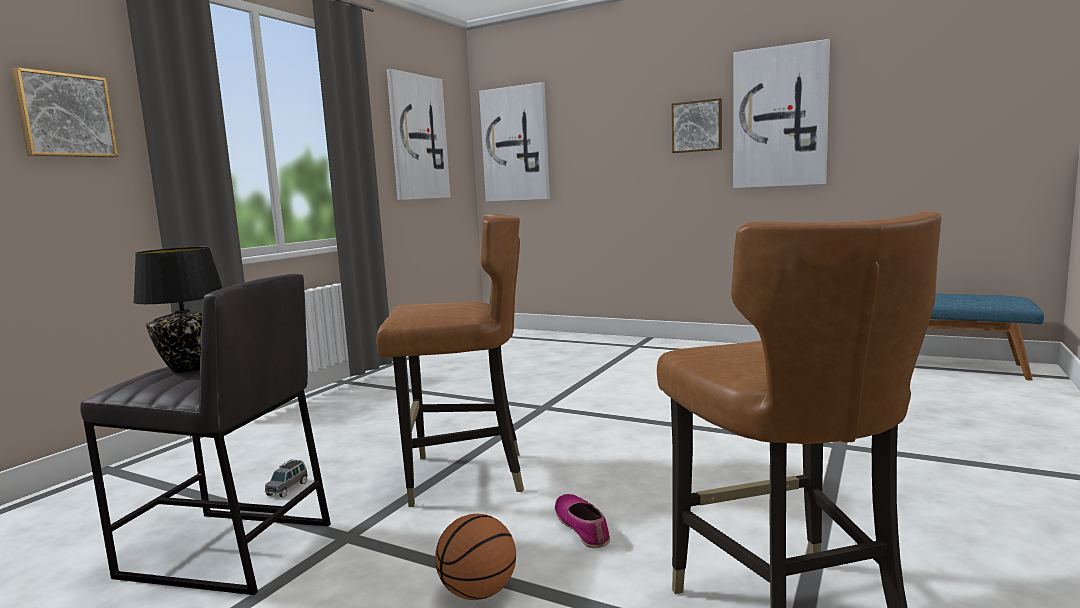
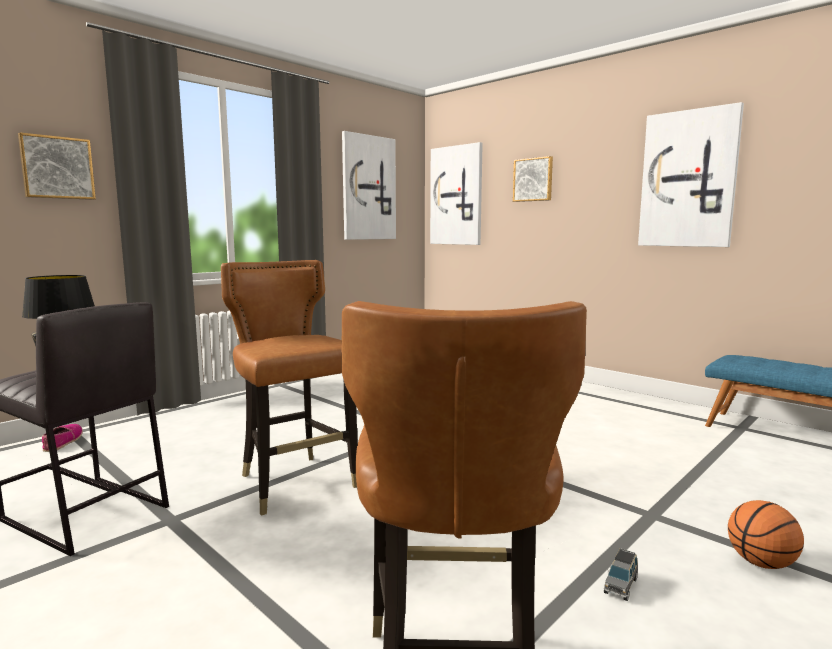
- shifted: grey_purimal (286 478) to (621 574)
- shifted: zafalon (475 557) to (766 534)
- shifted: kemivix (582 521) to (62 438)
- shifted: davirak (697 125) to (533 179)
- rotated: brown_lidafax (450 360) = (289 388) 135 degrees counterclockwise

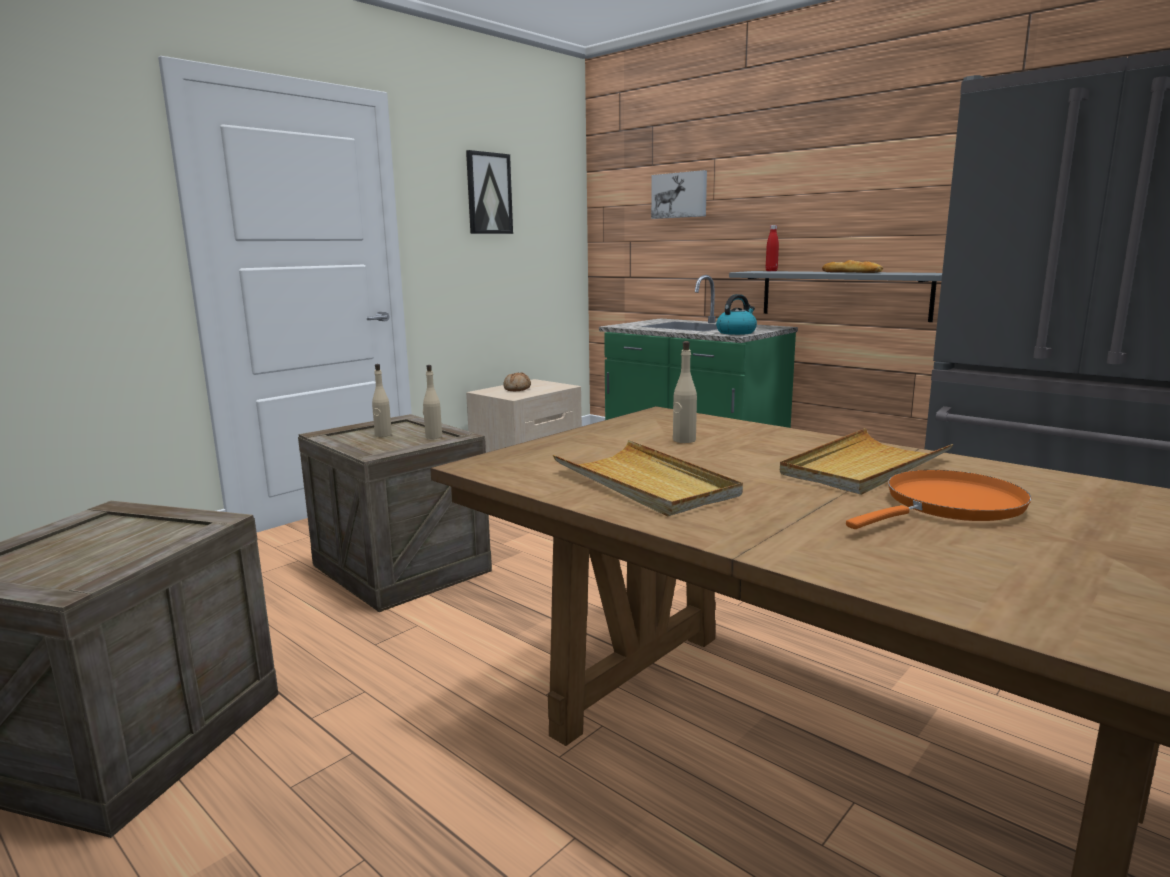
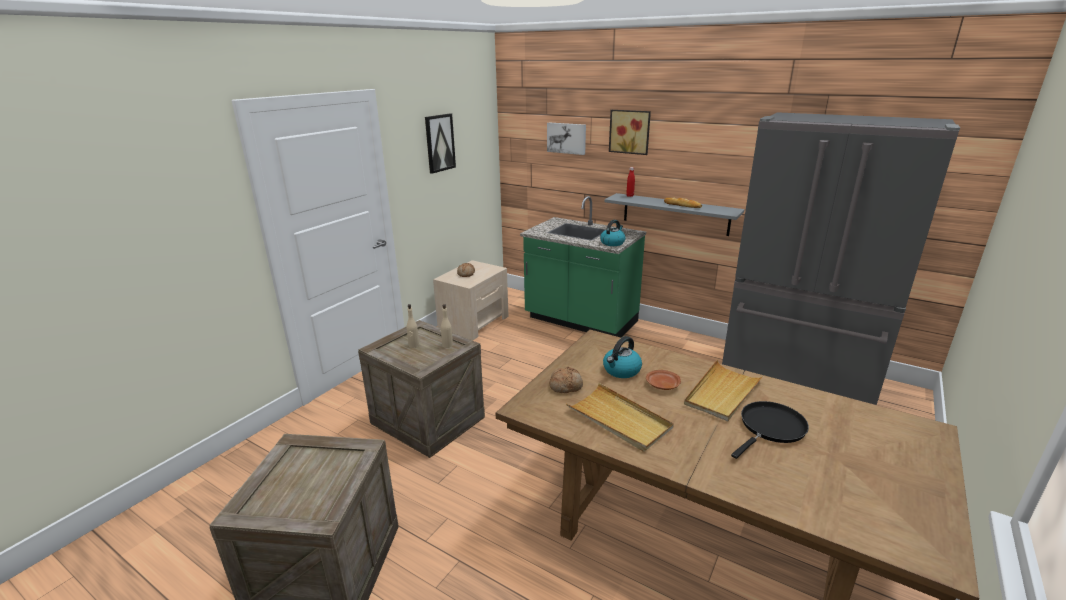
- new: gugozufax (566 380)
- new: davirak (630 132)
- new: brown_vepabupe (663 380)
- swapped: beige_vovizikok (685 392) to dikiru (622 357)
- repainted: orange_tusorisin (939 499) to black_tusorisin (770 430)

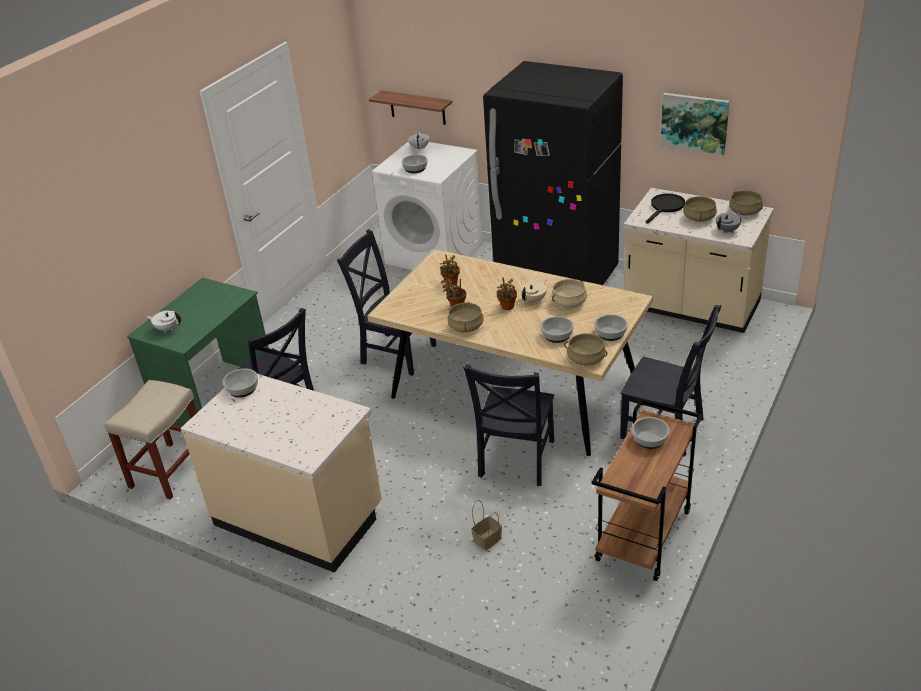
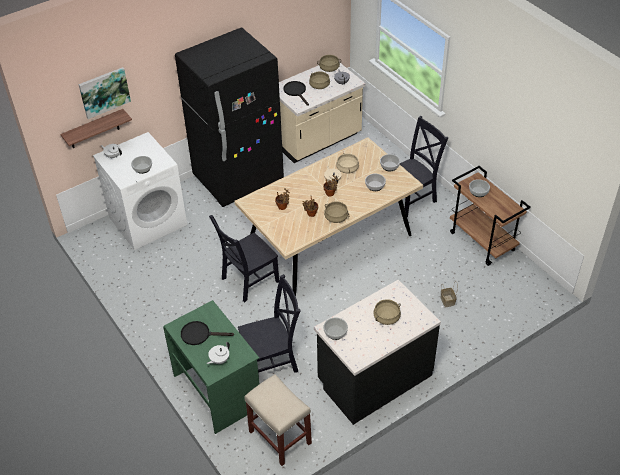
- gone: black_lidafax (508 425)
- new: black_tusorisin (207 333)
- shifted: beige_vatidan (585 349) to (387 312)
- shifted: davirak (695 124) to (104 93)
- repainted: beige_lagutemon (281 473) to black_lagutemon (377 352)

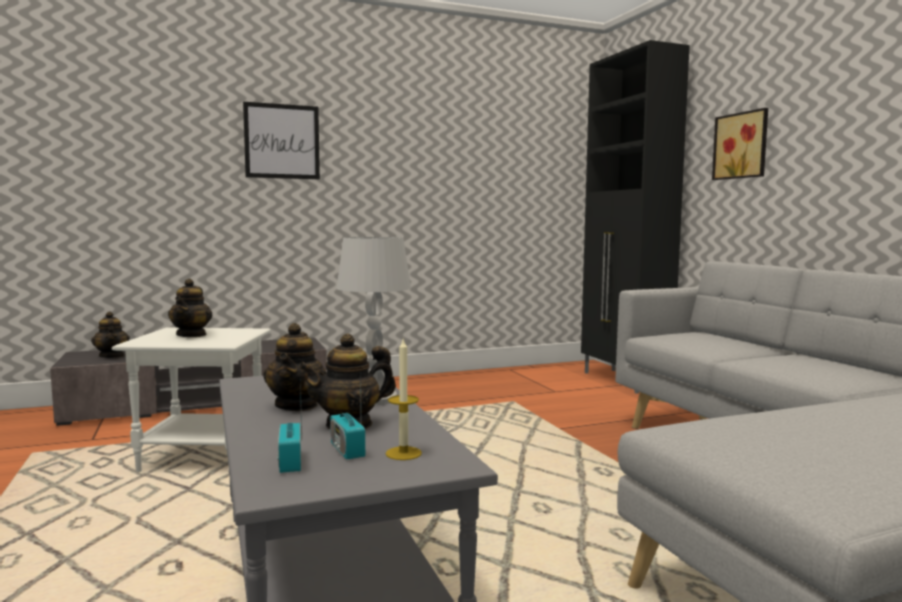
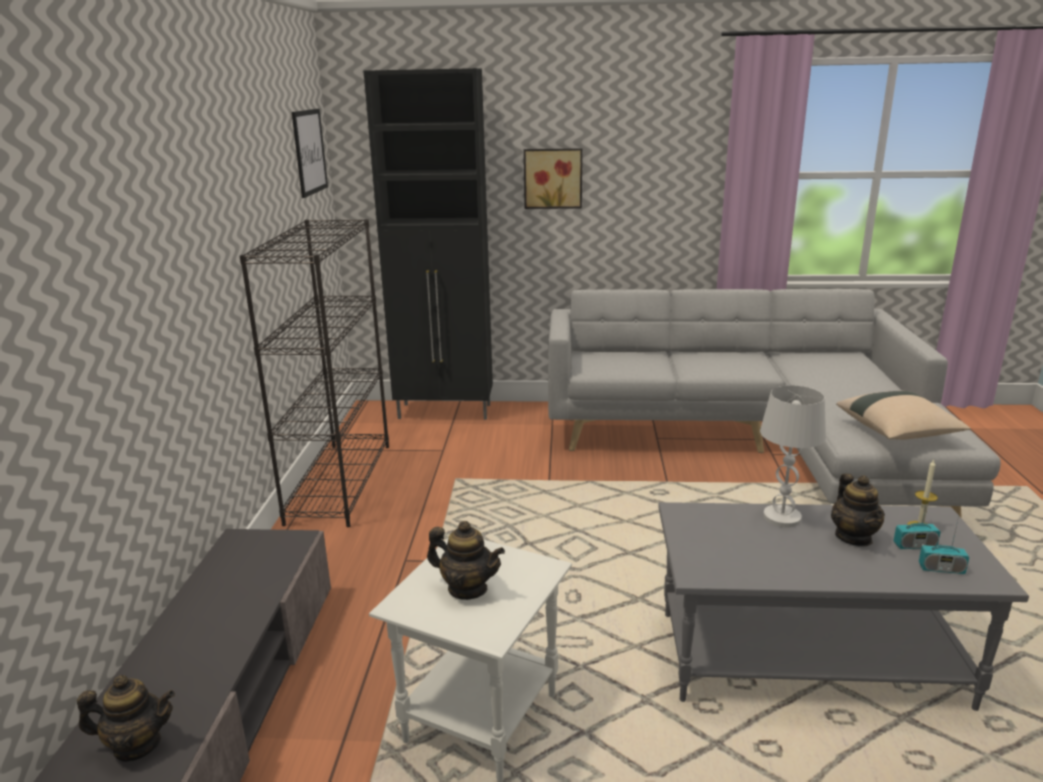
- gone: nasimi (295 367)
- new: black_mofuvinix (314 373)
- new: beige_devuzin (903 415)
- shifted: davirak (281 140) to (310 153)

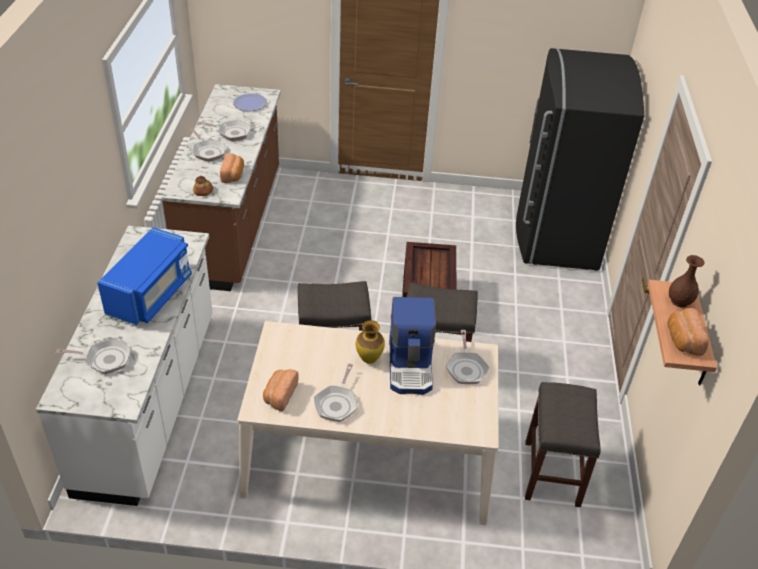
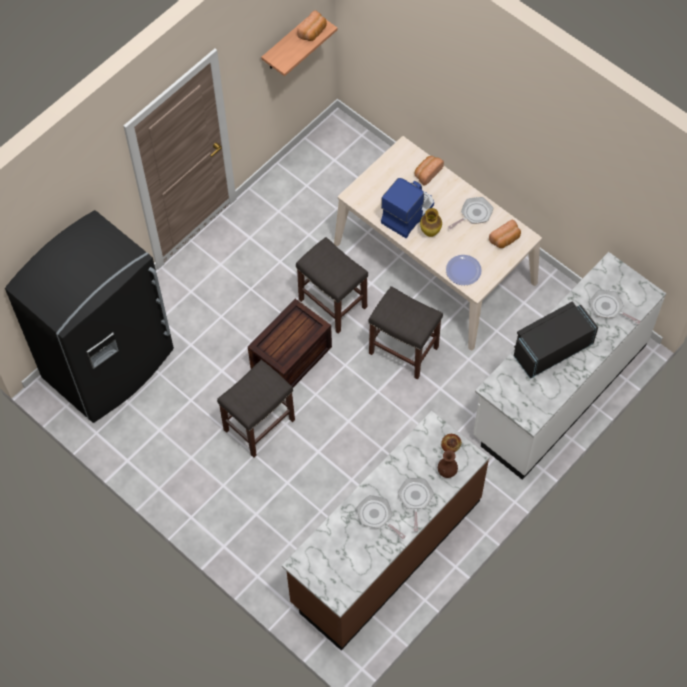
- gone: tusorisin (467 357)
- shifted: gugozufax (232 168) to (429 171)
- shifted: vepabupe (250 102) to (464 270)
- shifted: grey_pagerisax (563 444) to (256 408)
- shifted: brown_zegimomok (686 281) to (448 464)
- repainted: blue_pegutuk (144 276) to black_pegutuk (556 340)

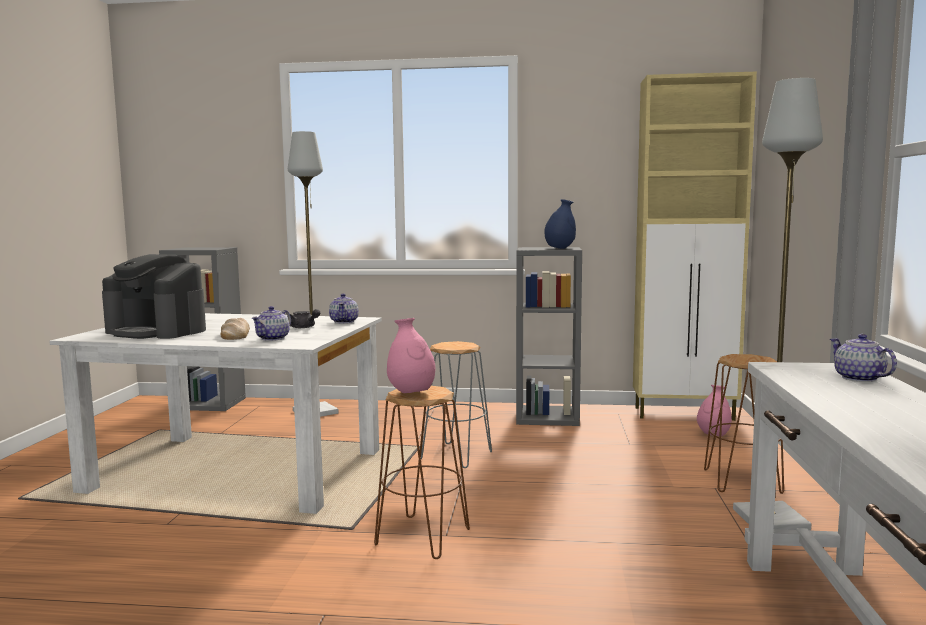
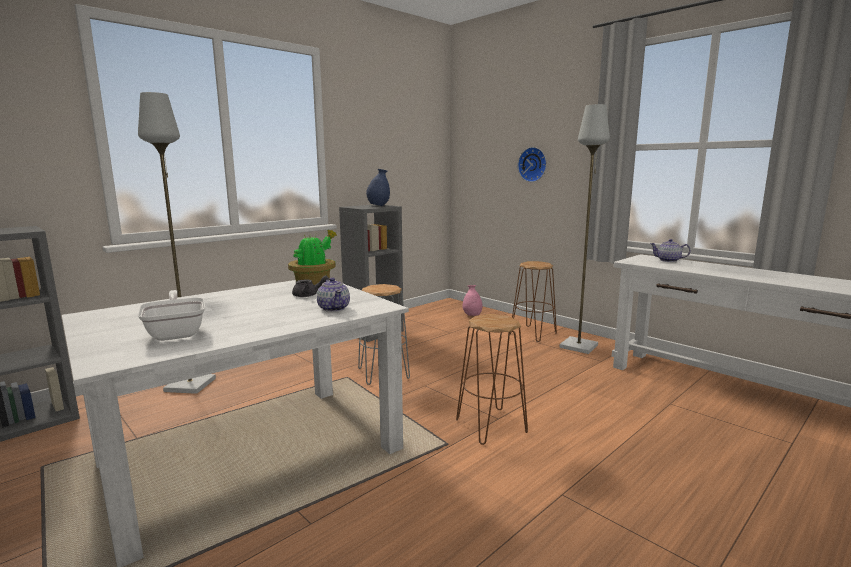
- gone: gugozufax (235 329)
- gone: pink_zegimomok (411 355)
- gone: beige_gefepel (695 246)
- new: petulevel (532 164)
- swapped: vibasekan (154 296) to tusorisin (171 315)
- swapped: nasimi (344 308) to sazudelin (312 258)

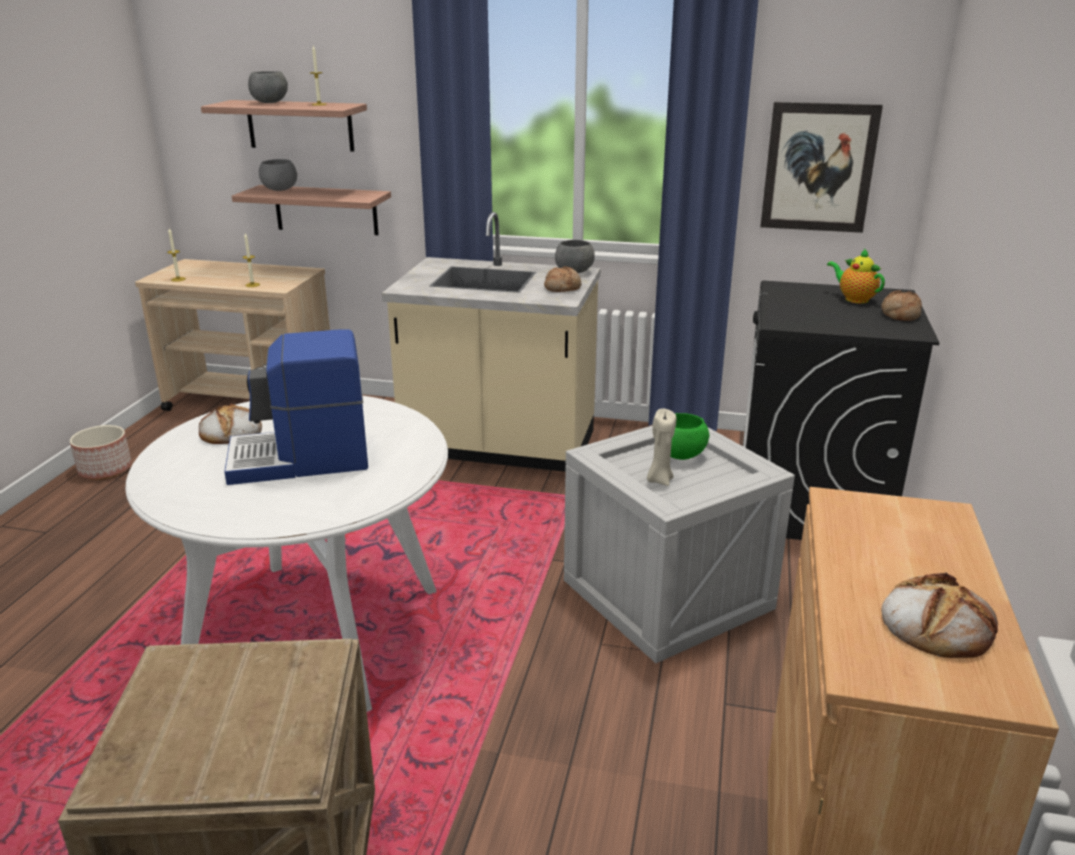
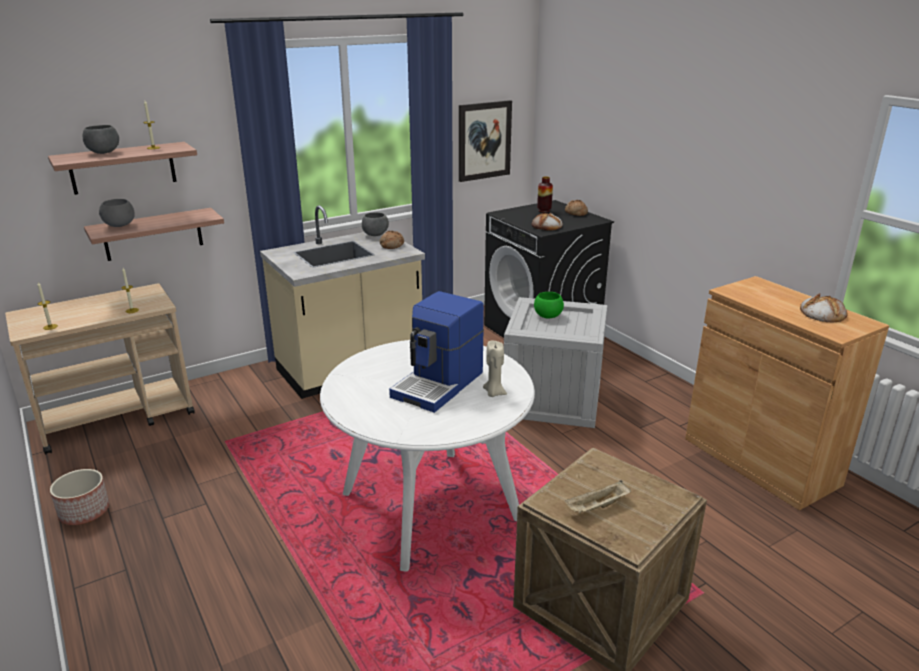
- new: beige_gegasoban (598 497)
- shifted: gugozufax (230 423) to (547 222)
- shifted: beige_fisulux (661 447) to (495 369)
- swapped: nasimi (856 275) to zegimomok (545 195)

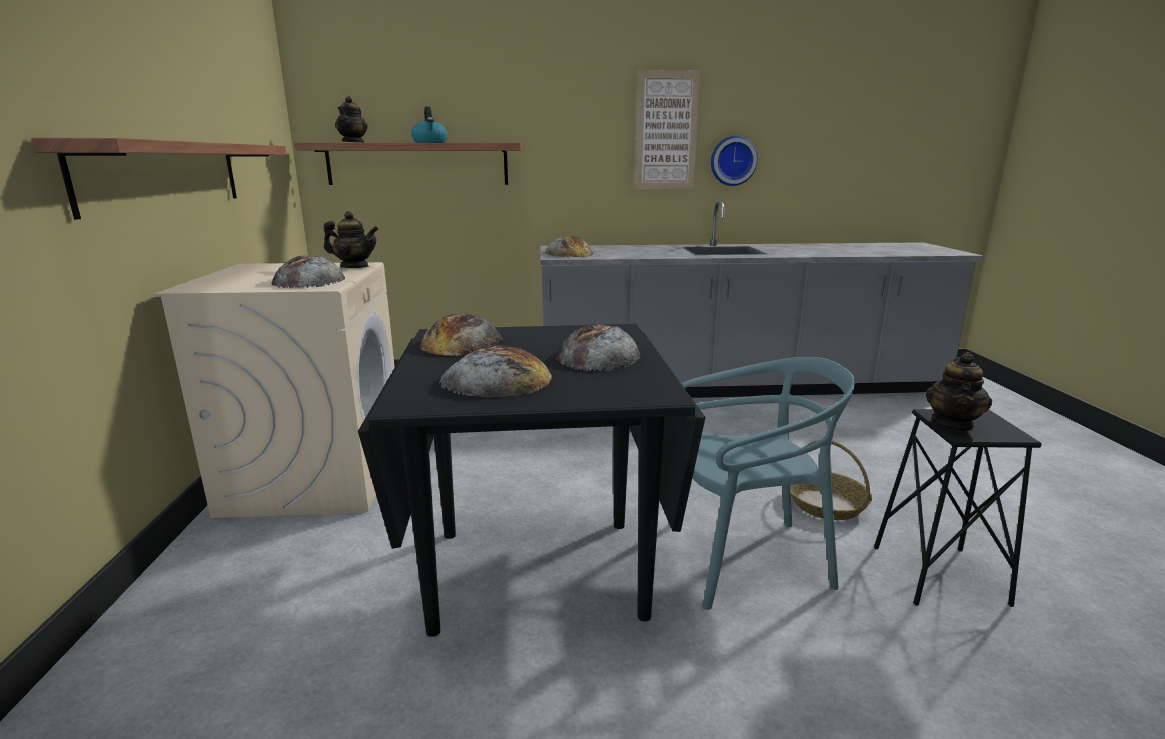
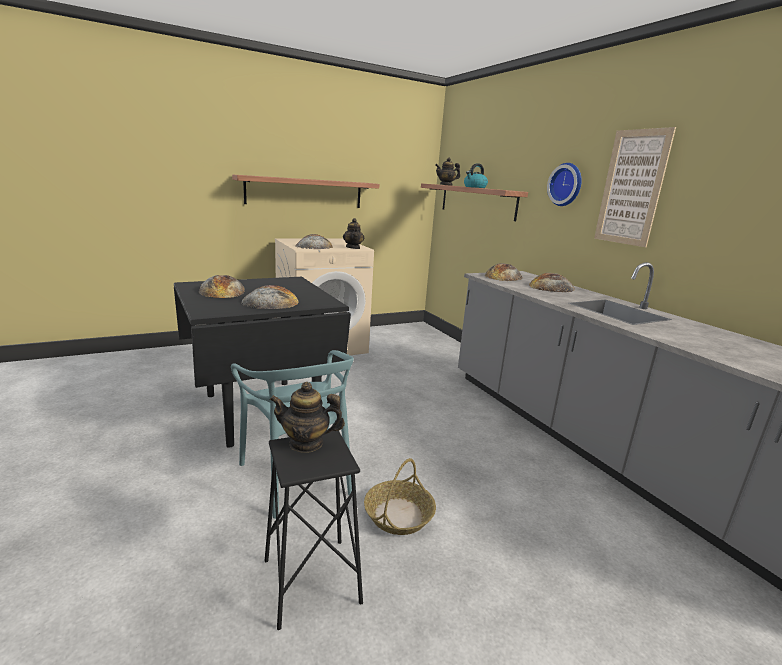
- shifted: gugozufax (461 334) to (552 282)
- shifted: petulevel (734 161) to (564 184)

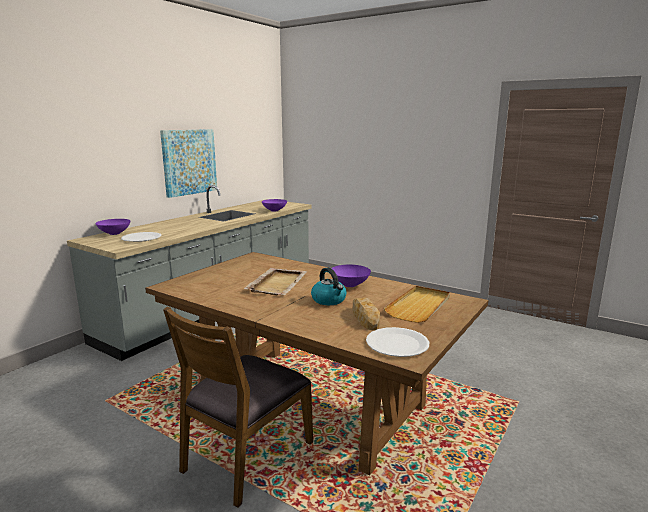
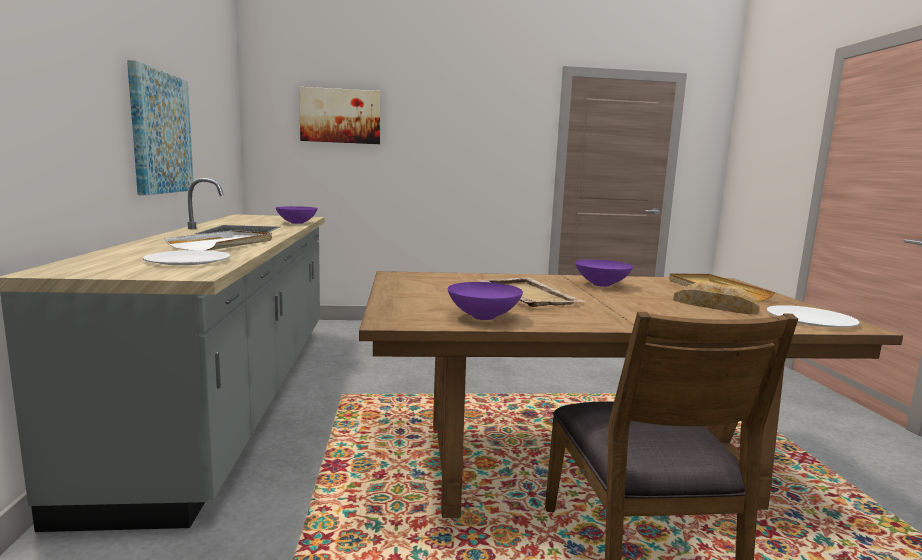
- gone: dikiru (329 286)
- new: white_gegasoban (218 240)
- new: davirak (339 115)
- shifted: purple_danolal (113 227) to (485 301)

